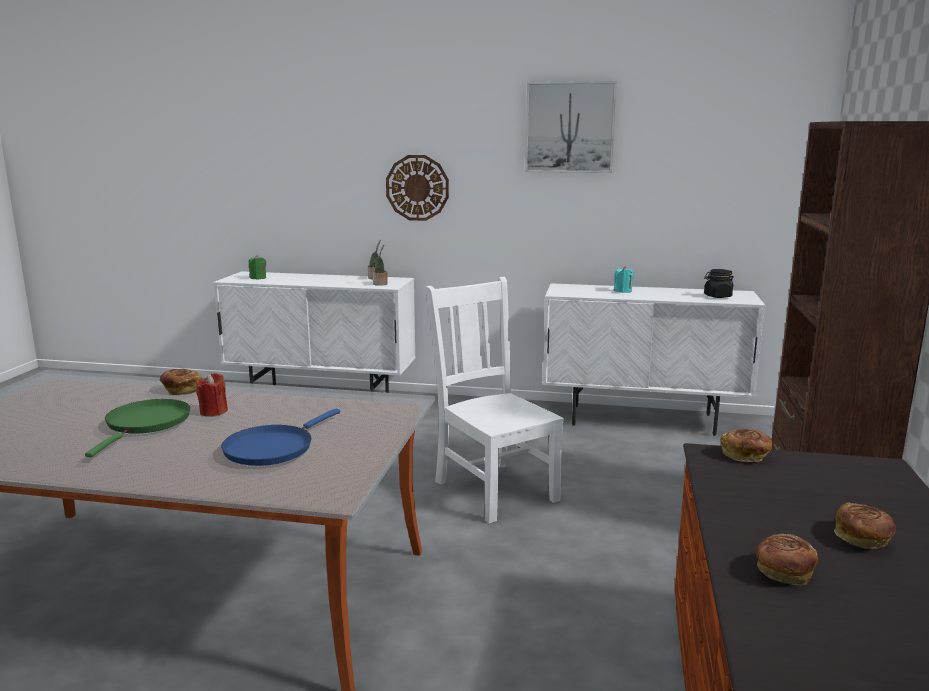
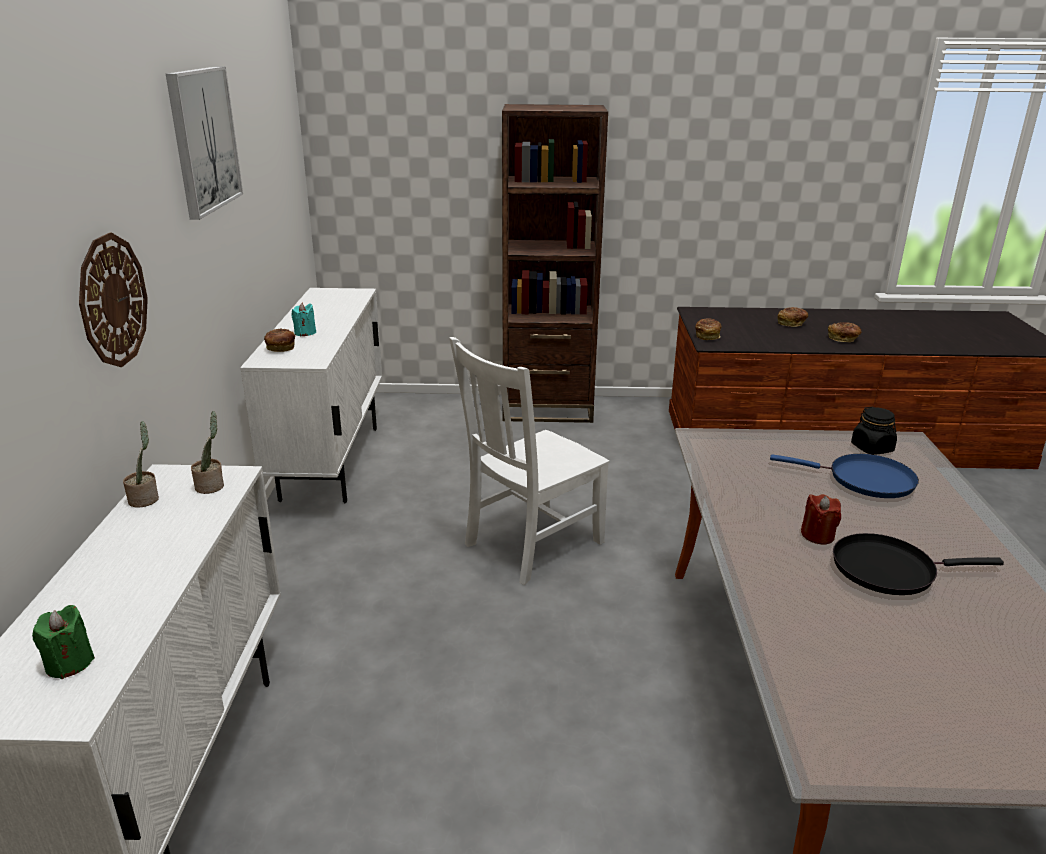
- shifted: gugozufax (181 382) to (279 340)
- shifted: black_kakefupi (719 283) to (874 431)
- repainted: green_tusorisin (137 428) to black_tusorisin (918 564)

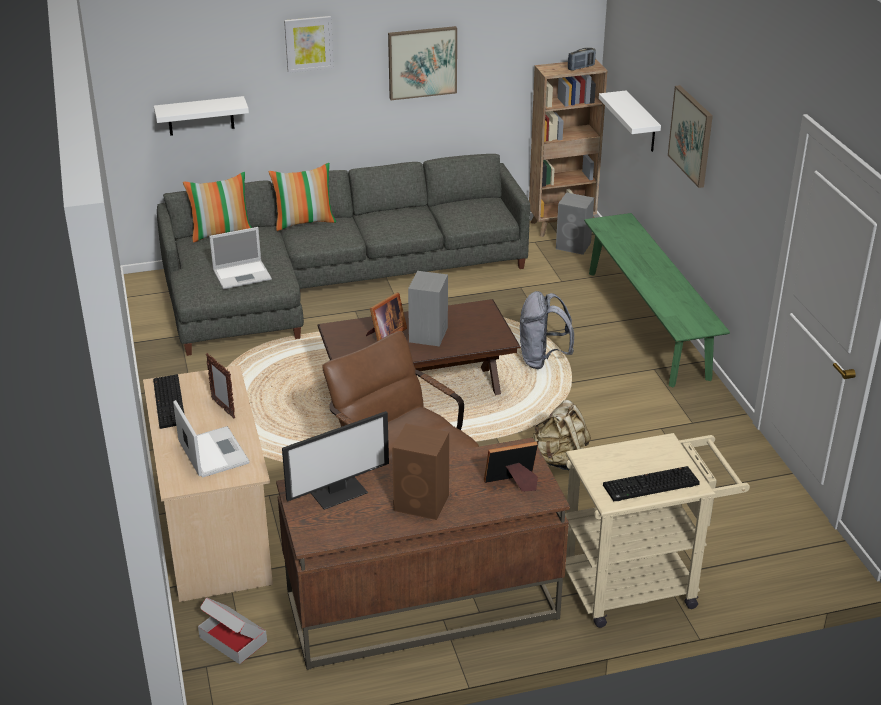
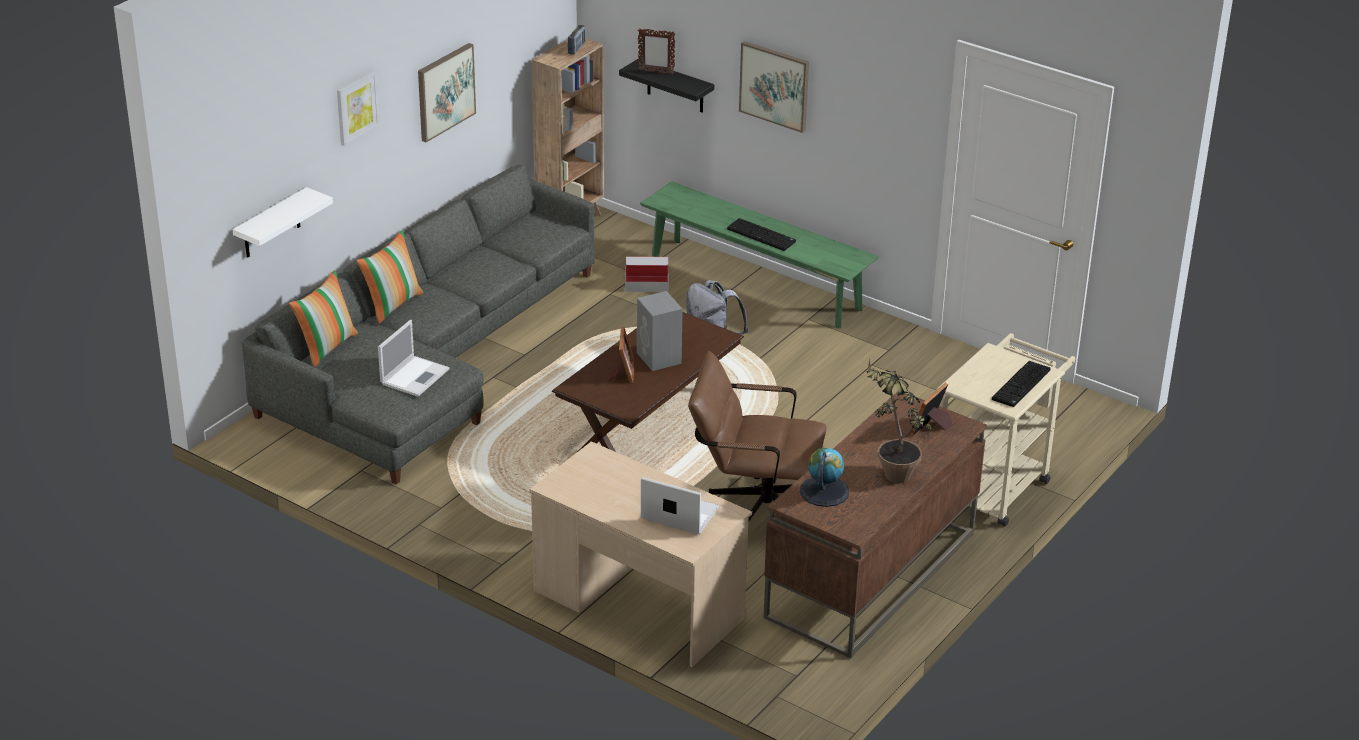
- gone: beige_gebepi (562 435)
- gone: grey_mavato (575 223)
- shifted: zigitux (168 401) to (761 234)
- shifted: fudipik (232 630) to (647 274)
- shifted: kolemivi (220 386) to (657 51)
- swapped: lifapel (335 460) to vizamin (824 477)
- swapped: brown_mavato (420 472) to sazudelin (899 420)
- repainted: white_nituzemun (630 121) to black_nituzemun (666 86)

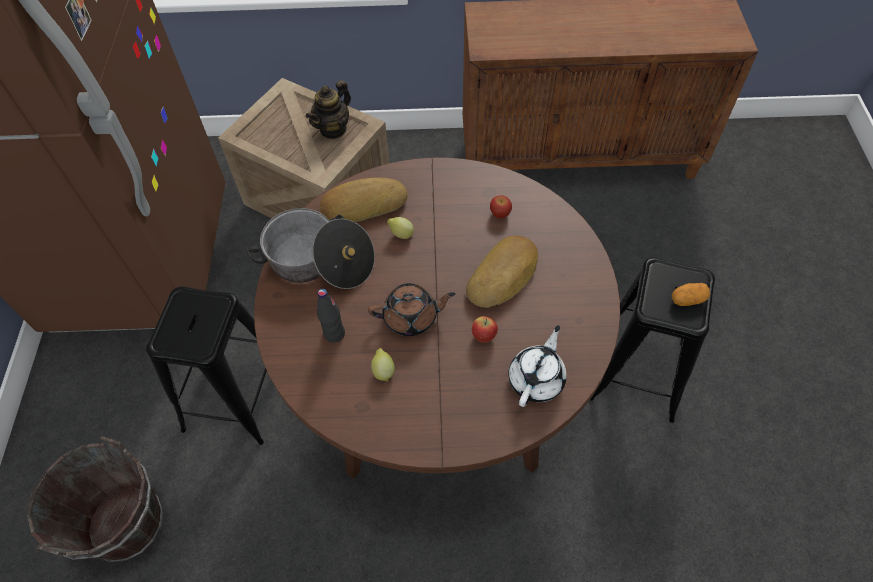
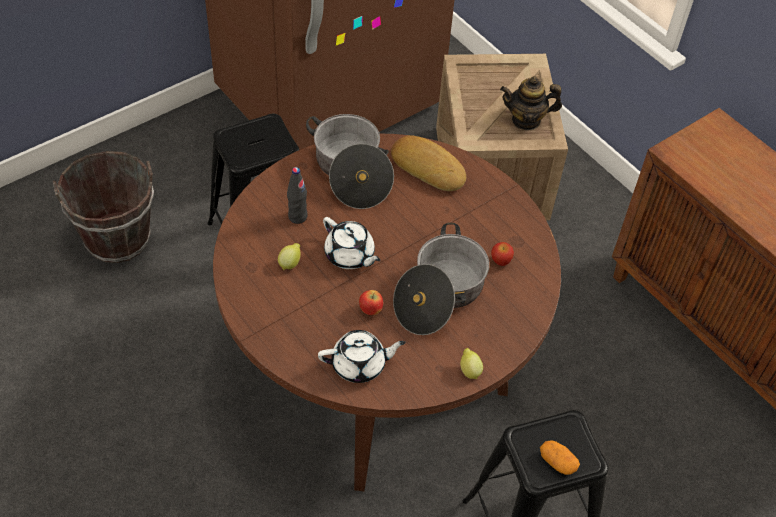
- shifted: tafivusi (400 228) to (471 363)
- swapped: gugozufax (502 272) to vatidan (441 279)
- repainted: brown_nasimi (412 309) to white_nasimi (351 243)

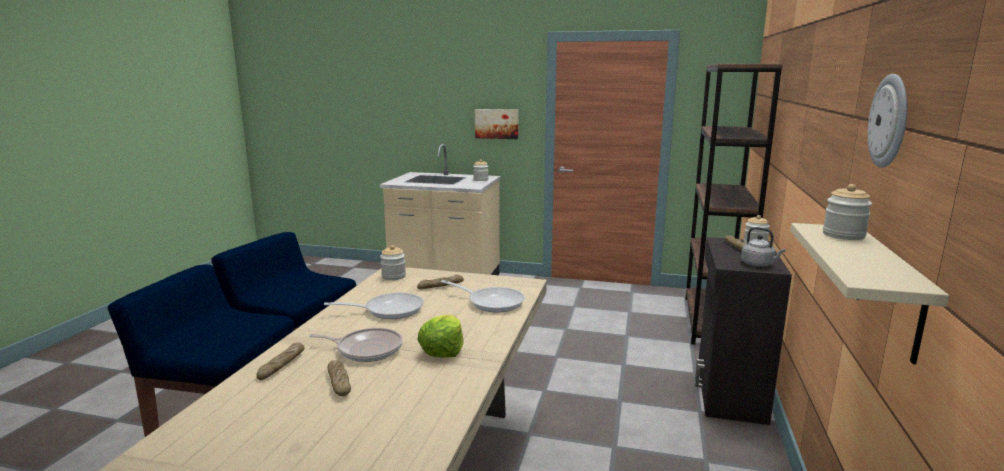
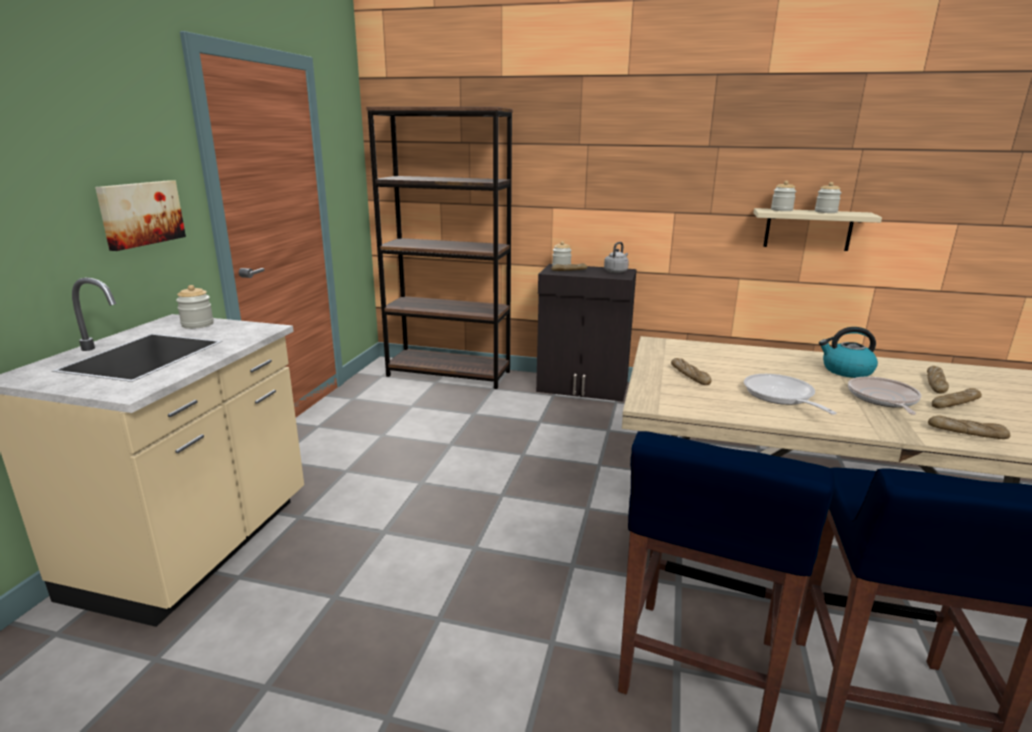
- gone: tusorisin (483 296)
- gone: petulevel (887 121)
- new: gugozufax (938 379)
- shifted: kakefupi (393 262) to (828 197)
- swapped: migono (440 335) to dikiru (848 352)

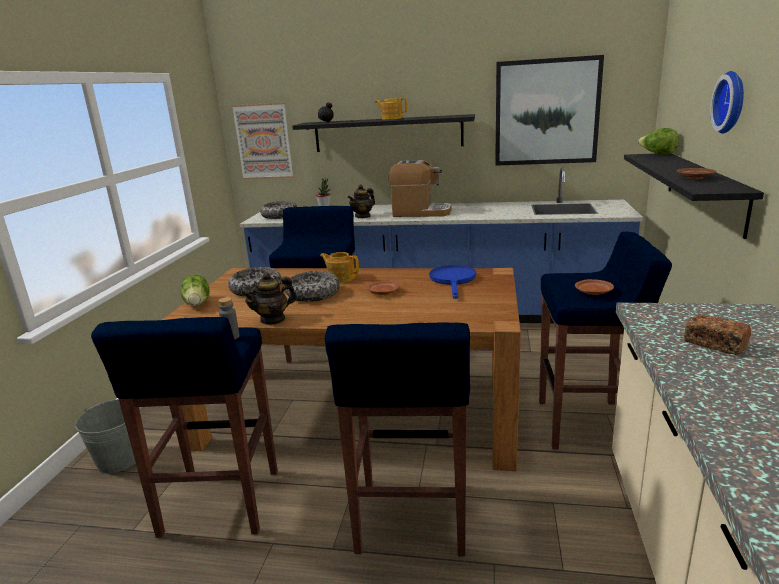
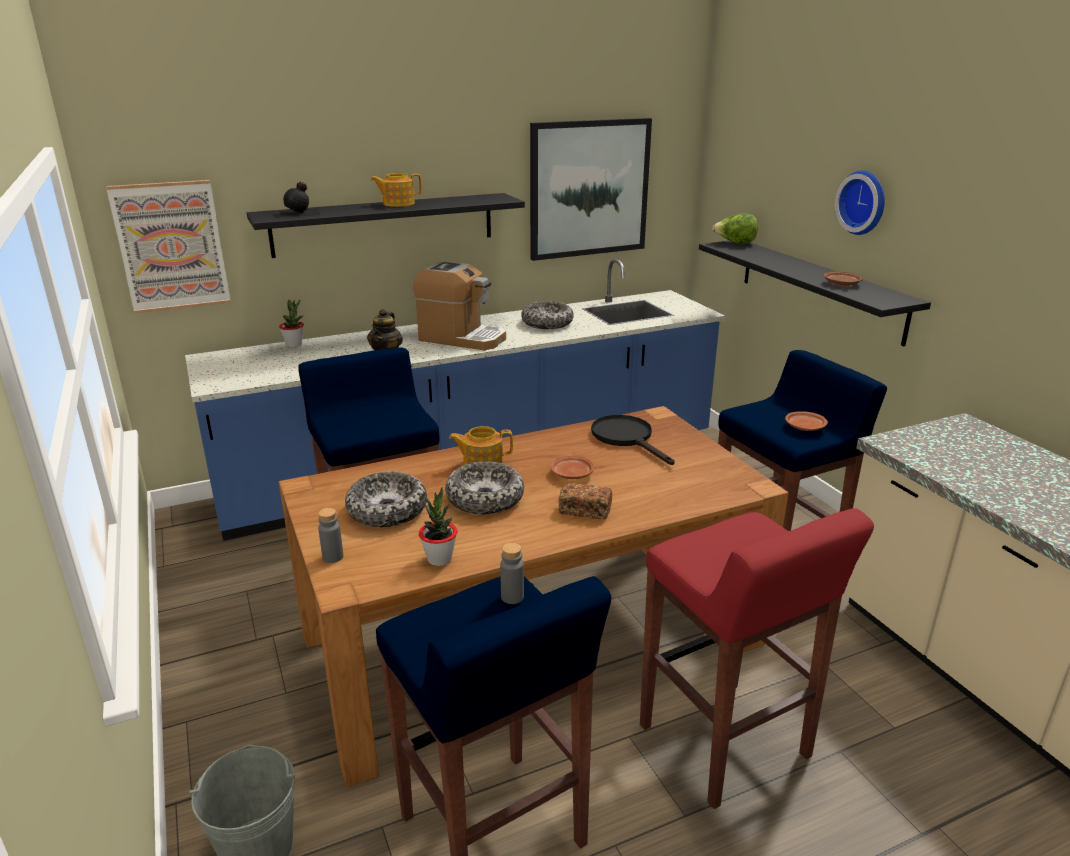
- gone: nasimi (269 298)
- new: sazudelin (438 526)
- shifted: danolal (278 210) to (547 315)
- shifted: gugozufax (717 334) to (585 501)
- swapped: migono (195 290) to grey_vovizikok (330 535)
- repainted: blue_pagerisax (397 439) to red_pagerisax (757 658)
- repainted: blue_tusorisin (452 282) to black_tusorisin (633 440)
- rotated: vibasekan (419 188) = (459 305) 45 degrees clockwise

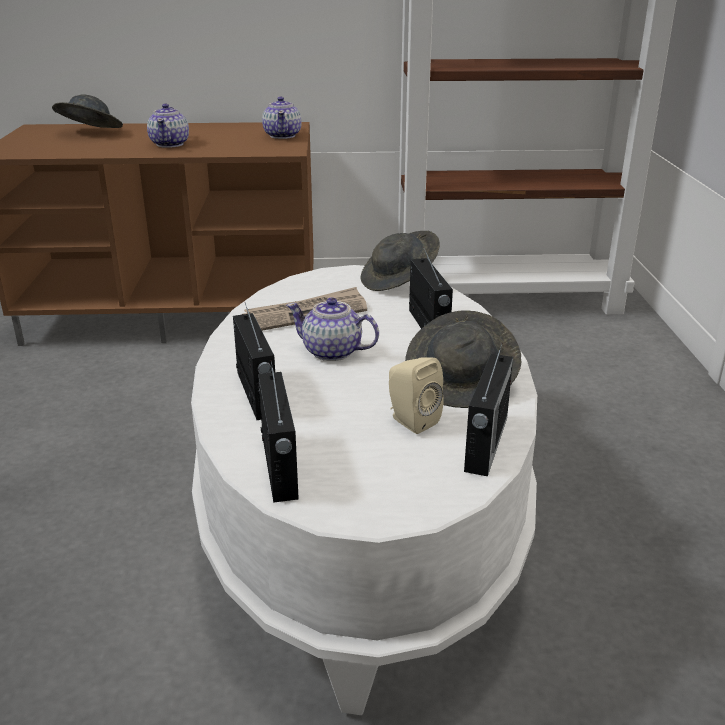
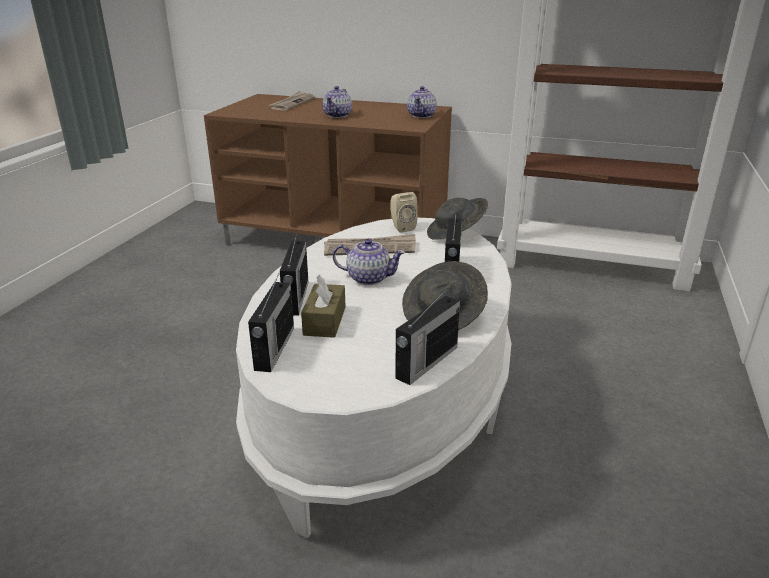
- new: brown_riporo (323 306)
- shifted: beige_mavato (416 396) to (404 212)
- swapped: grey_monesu (87 111) to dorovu (292 101)
- rotated: nasimi (332 329) = (369 262) 150 degrees clockwise

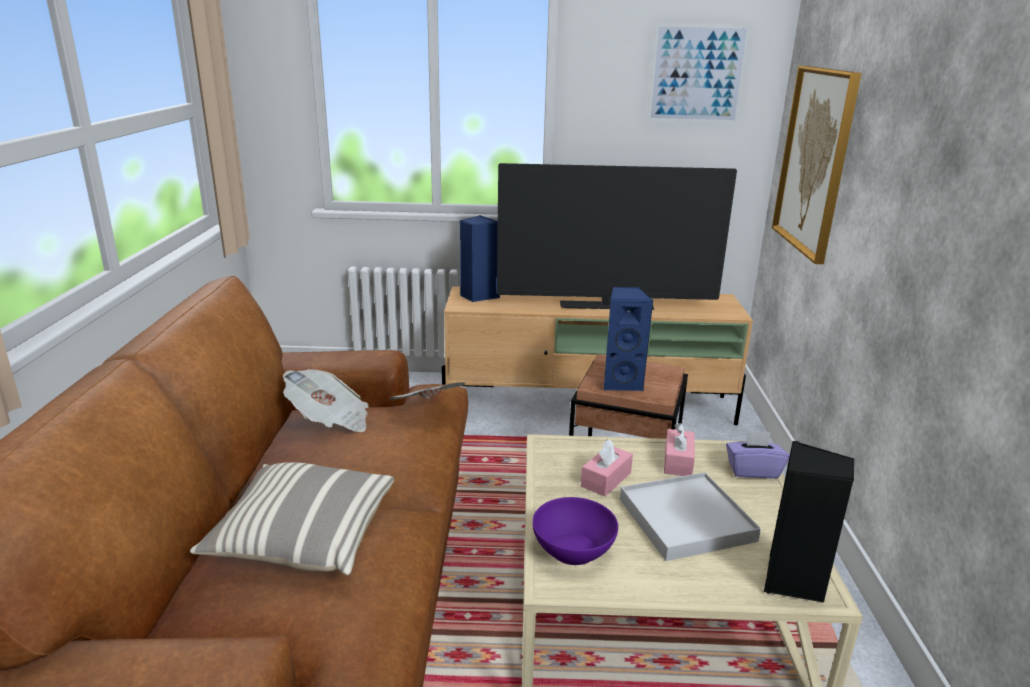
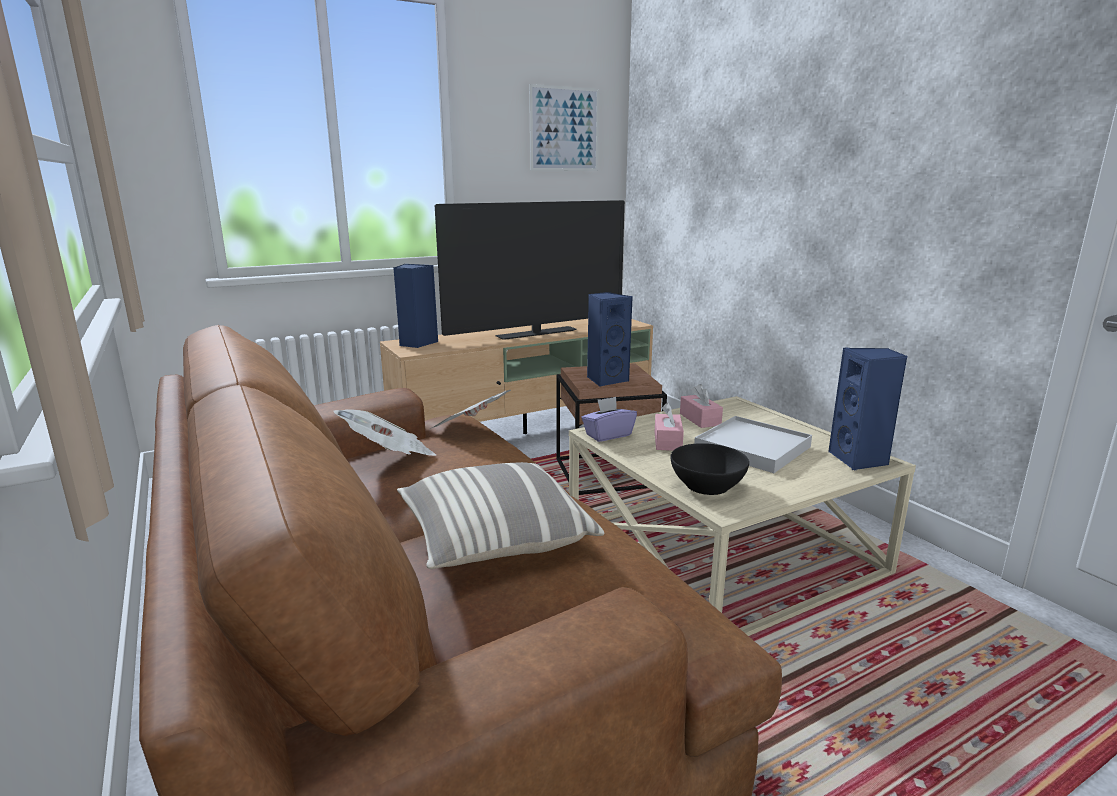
- gone: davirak (817 165)
- shifted: purple_riporo (758 454) to (609 419)
- repainted: purple_danolal (575 531) to black_danolal (709 469)
- repainted: black_mavato (809 522) to blue_mavato (868 408)

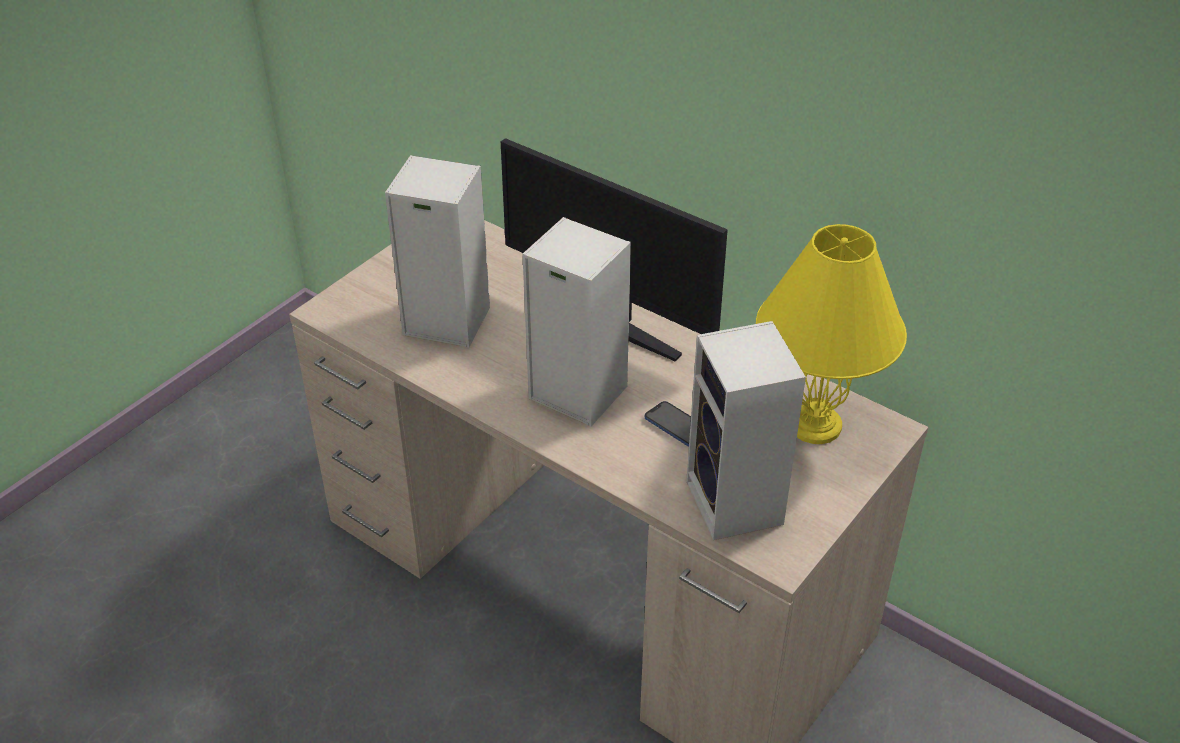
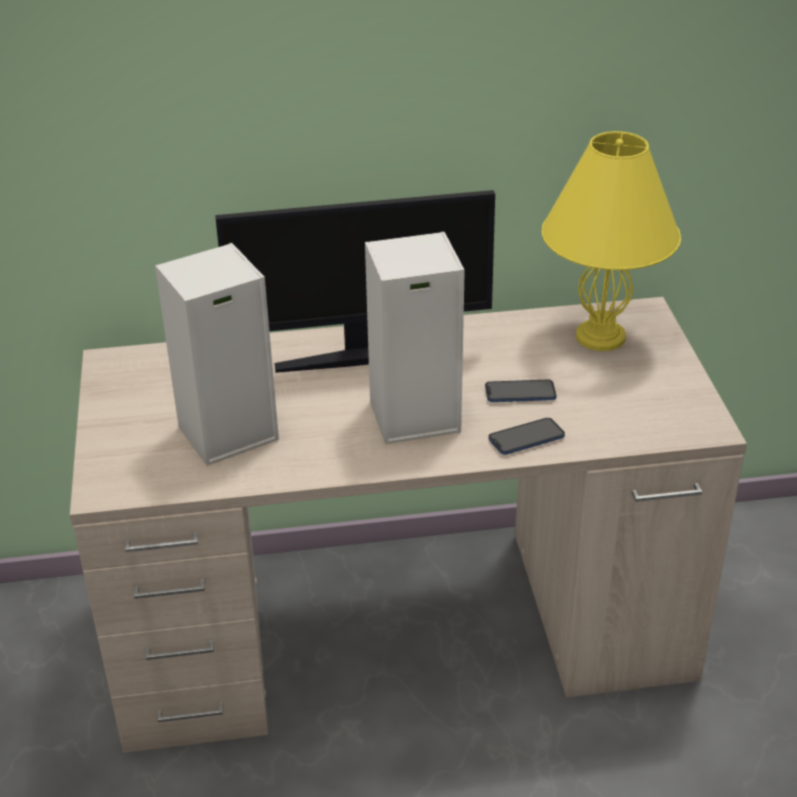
- gone: mavato (746 430)
- new: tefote (526 436)

